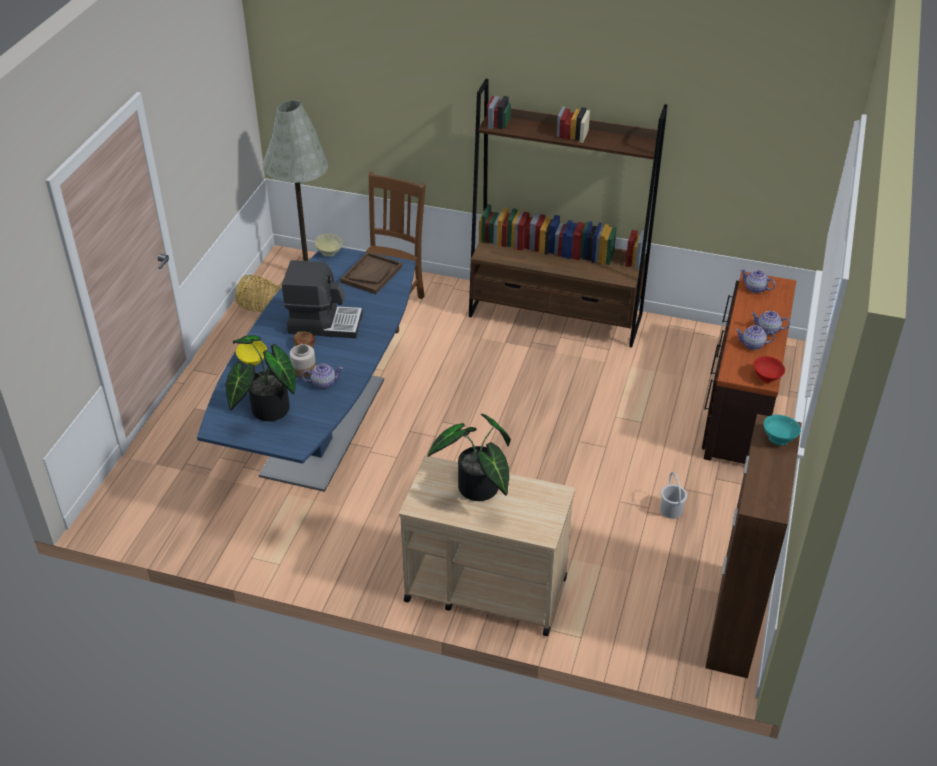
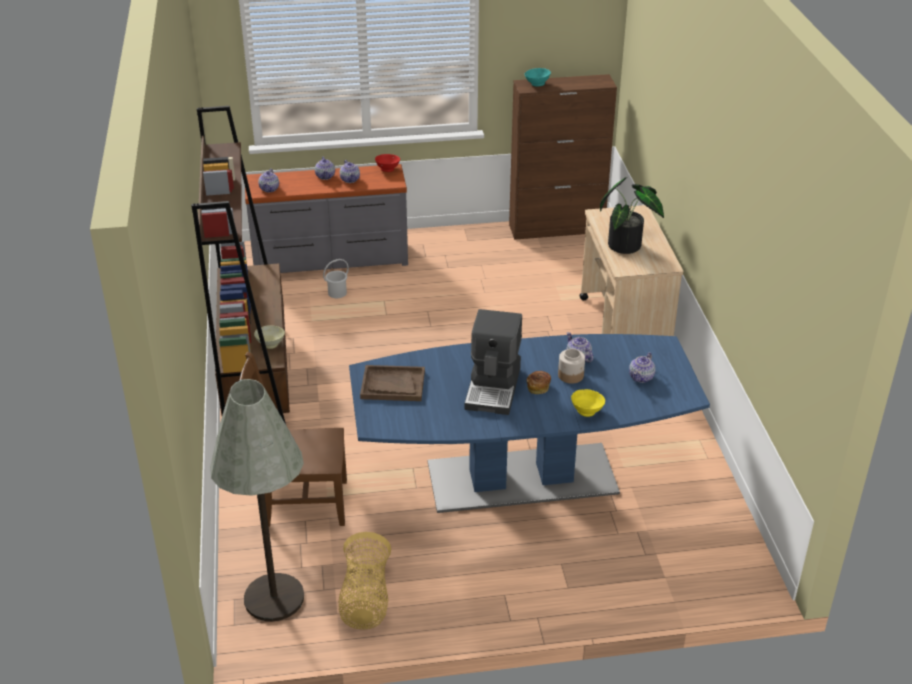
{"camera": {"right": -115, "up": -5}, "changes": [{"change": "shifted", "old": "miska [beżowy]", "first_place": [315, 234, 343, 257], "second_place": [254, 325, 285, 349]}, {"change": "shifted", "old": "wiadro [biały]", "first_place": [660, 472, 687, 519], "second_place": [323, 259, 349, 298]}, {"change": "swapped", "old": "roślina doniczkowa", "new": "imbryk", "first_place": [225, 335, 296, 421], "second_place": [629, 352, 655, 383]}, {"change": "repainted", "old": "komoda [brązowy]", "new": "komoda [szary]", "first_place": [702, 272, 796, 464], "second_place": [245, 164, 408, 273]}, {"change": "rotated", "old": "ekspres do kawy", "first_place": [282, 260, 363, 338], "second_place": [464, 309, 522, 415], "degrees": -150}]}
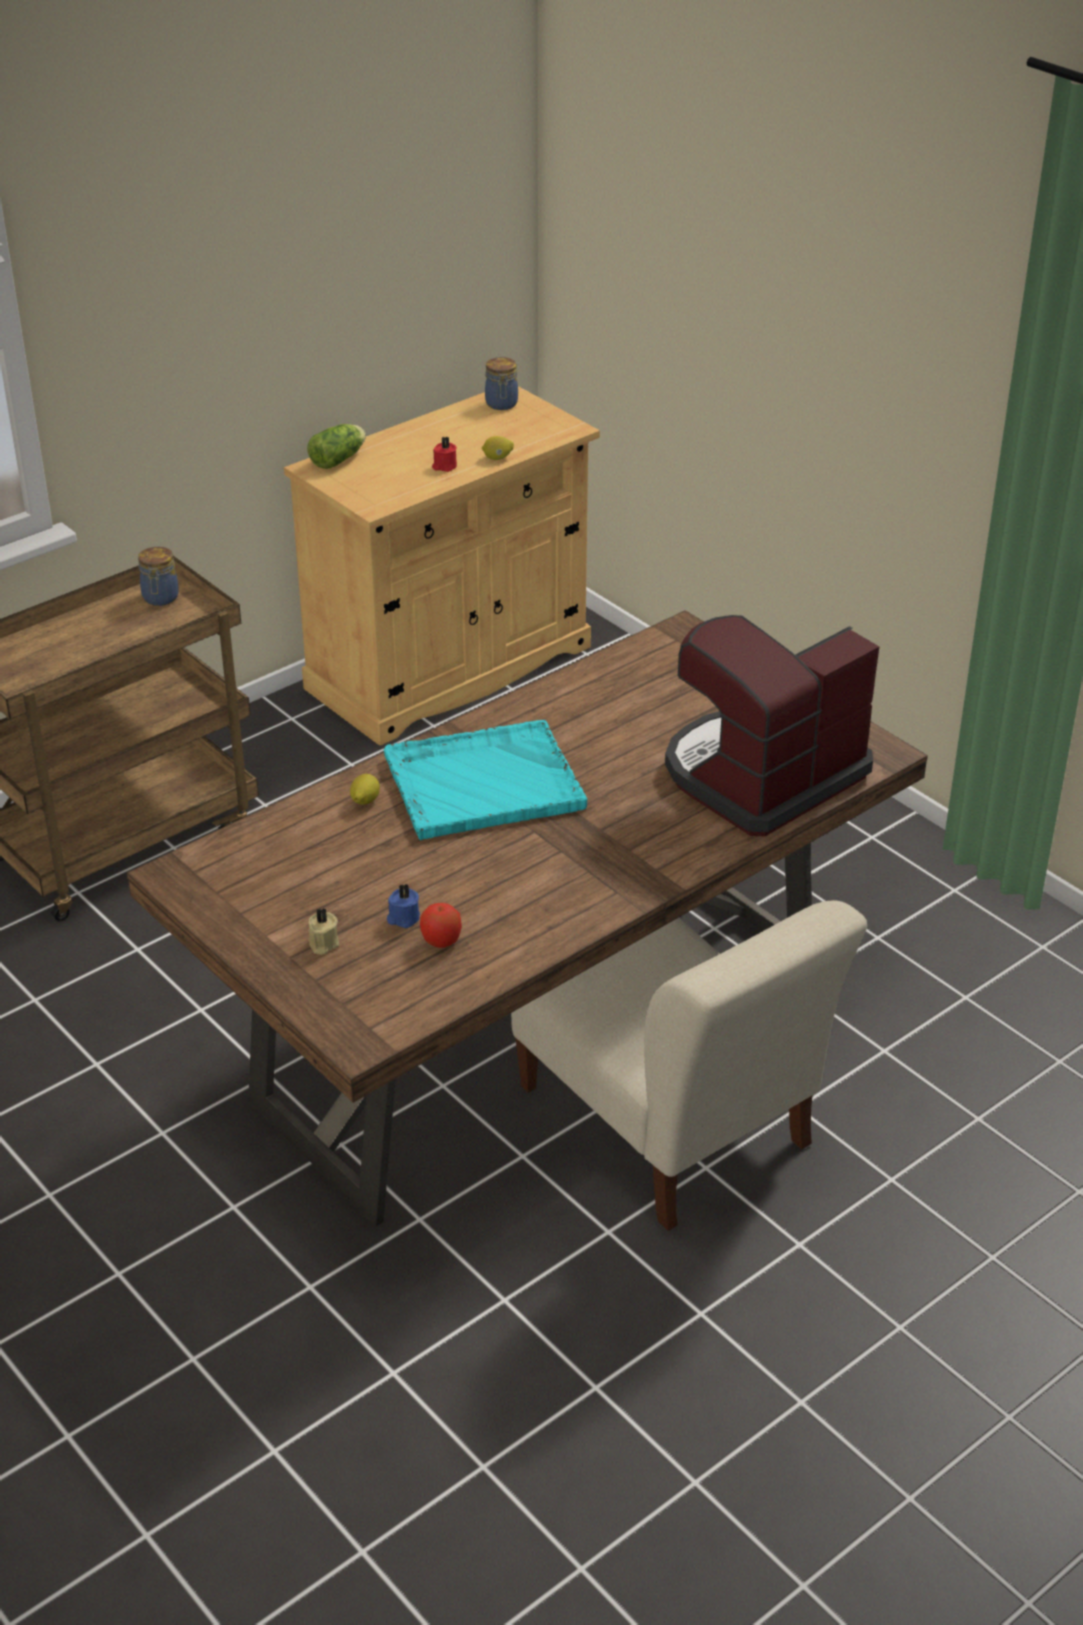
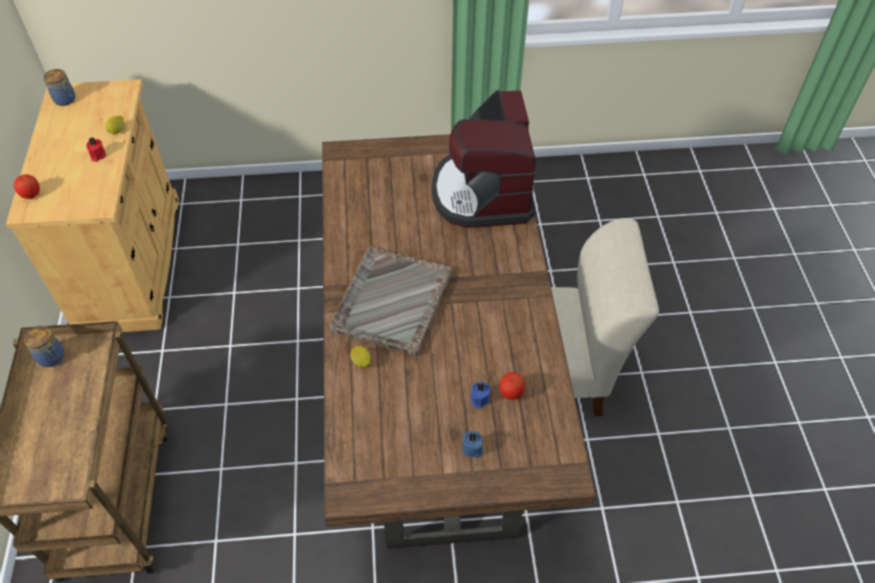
{"camera": {"right": -55, "up": 15}, "changes": [{"change": "swapped", "old": "sałata", "new": "jabłko", "first_place": [307, 424, 366, 469], "second_place": [13, 174, 40, 199]}, {"change": "repainted", "old": "świeca [beżowy]", "new": "świeca [niebieski]", "first_place": [308, 908, 339, 955], "second_place": [462, 431, 483, 458]}, {"change": "repainted", "old": "taca [turkusowy]", "new": "taca [szary]", "first_place": [384, 720, 587, 840], "second_place": [329, 246, 452, 356]}]}
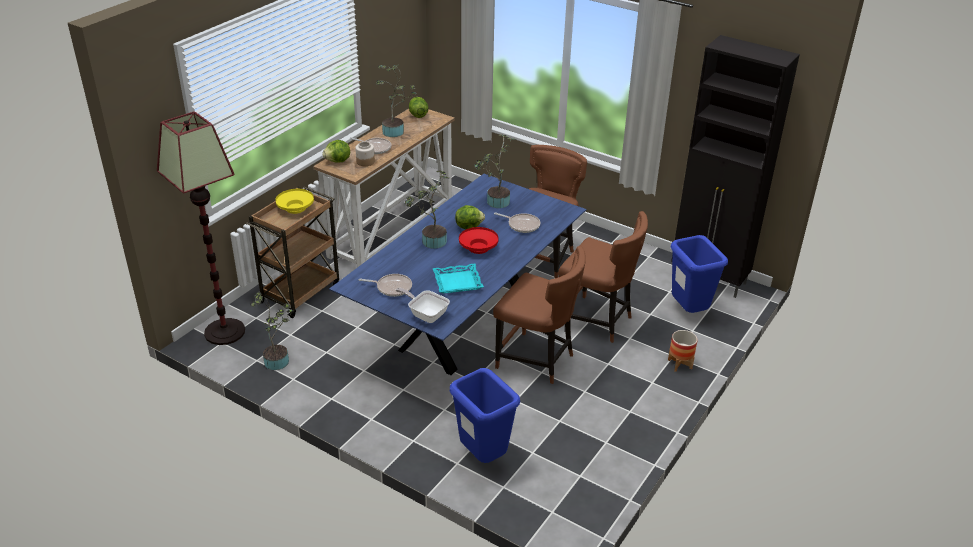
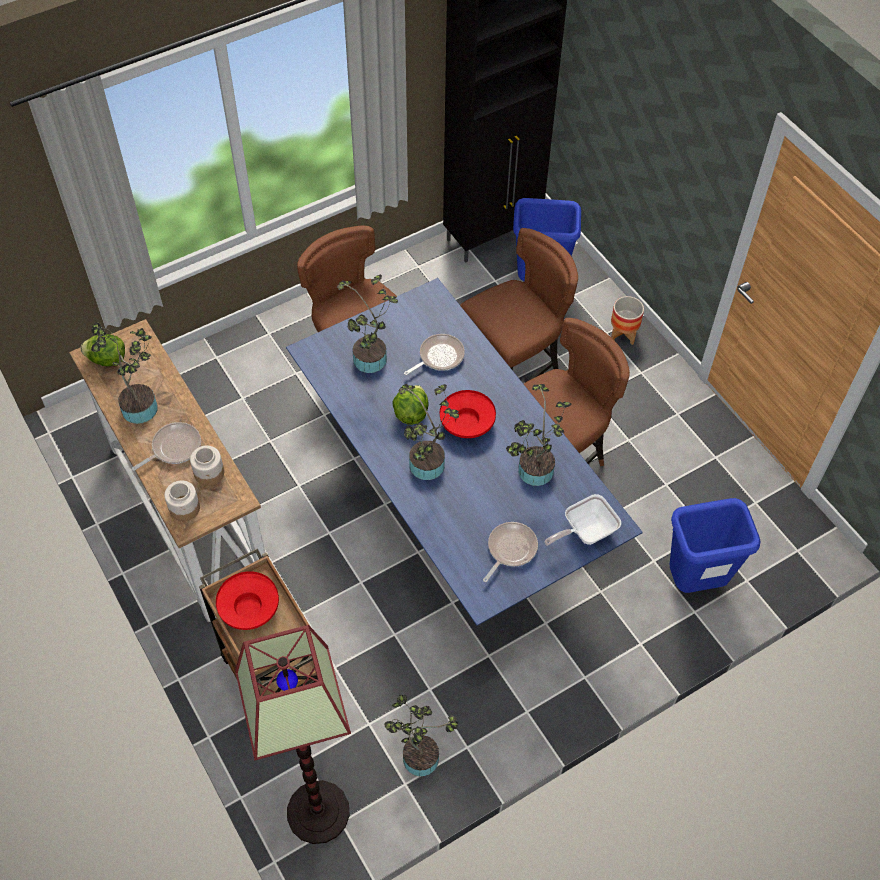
{"camera": {"right": -65, "up": 20}, "changes": [{"change": "swapped", "old": "sałata", "new": "słoik", "first_place": [322, 140, 350, 162], "second_place": [164, 480, 200, 521]}, {"change": "swapped", "old": "taca [turkusowy]", "new": "roślina doniczkowa", "first_place": [432, 264, 484, 293], "second_place": [506, 384, 571, 486]}, {"change": "repainted", "old": "miska [żółty]", "new": "miska [czerwony]", "first_place": [275, 189, 314, 214], "second_place": [216, 571, 279, 630]}]}
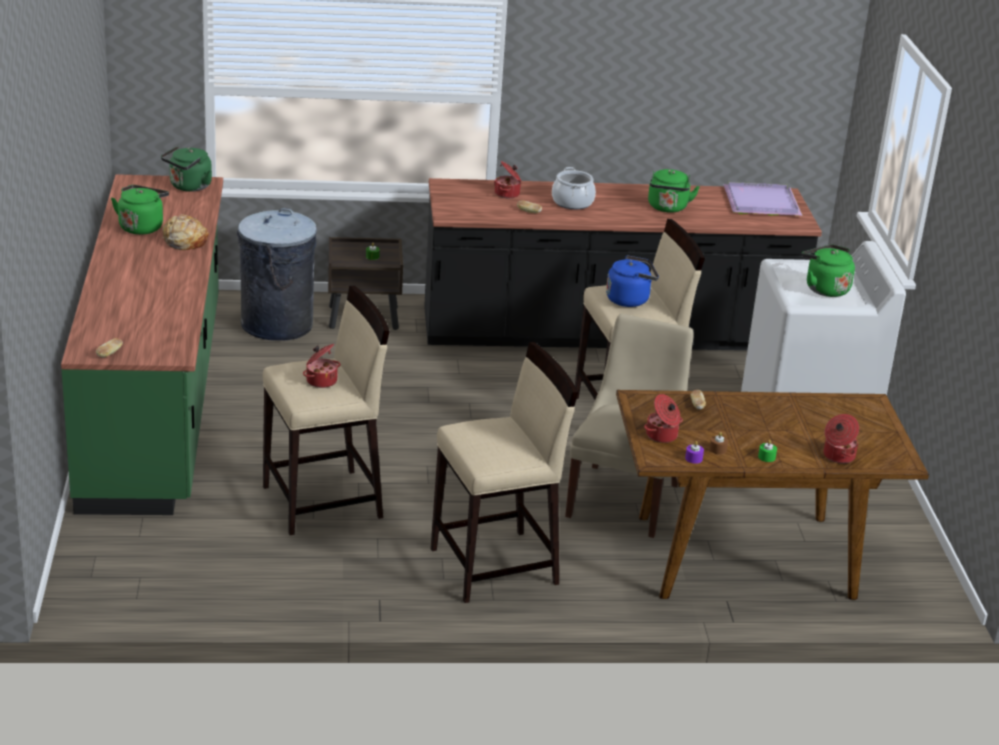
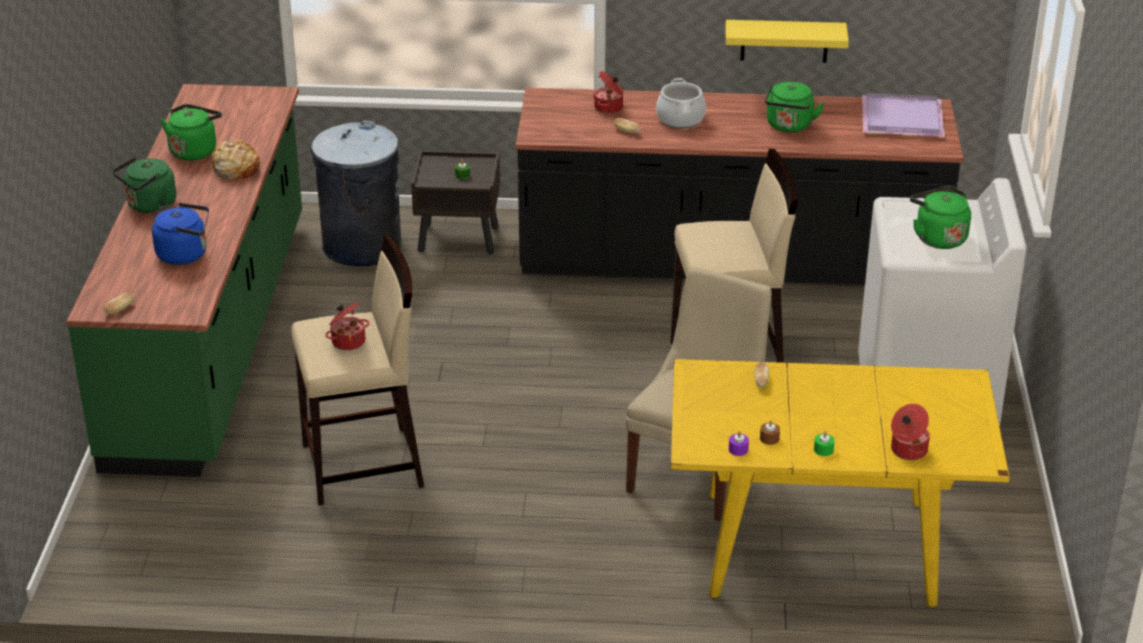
{"camera": {"right": 10, "up": 5}, "changes": [{"change": "gone", "old": "stołek [beżowy]", "first_place": [431, 342, 578, 603]}, {"change": "gone", "old": "garnek", "first_place": [644, 394, 683, 443]}, {"change": "new", "new": "półka [żółty]", "second_place": [726, 20, 849, 63]}, {"change": "shifted", "old": "czajnik [zielony]", "first_place": [161, 146, 212, 192], "second_place": [113, 157, 176, 213]}, {"change": "shifted", "old": "czajnik [niebieski]", "first_place": [606, 255, 659, 307], "second_place": [152, 203, 209, 265]}, {"change": "repainted", "old": "stół jadalny [brązowy]", "new": "stół jadalny [żółty]", "first_place": [616, 390, 929, 600], "second_place": [671, 359, 1010, 607]}]}
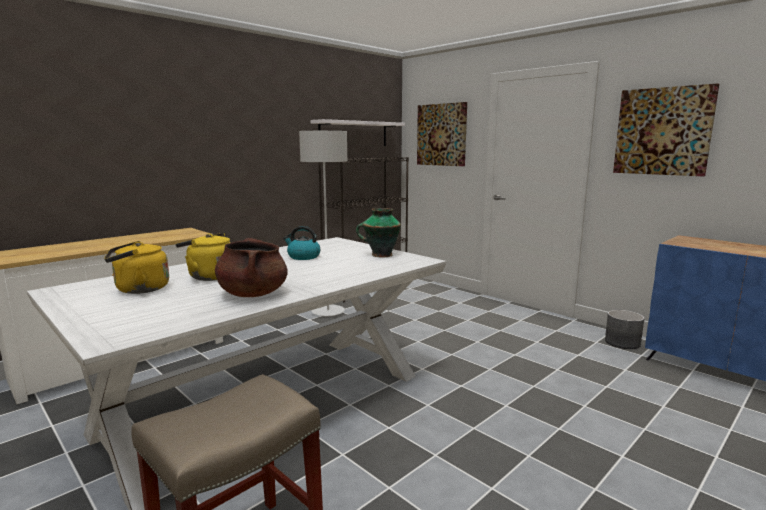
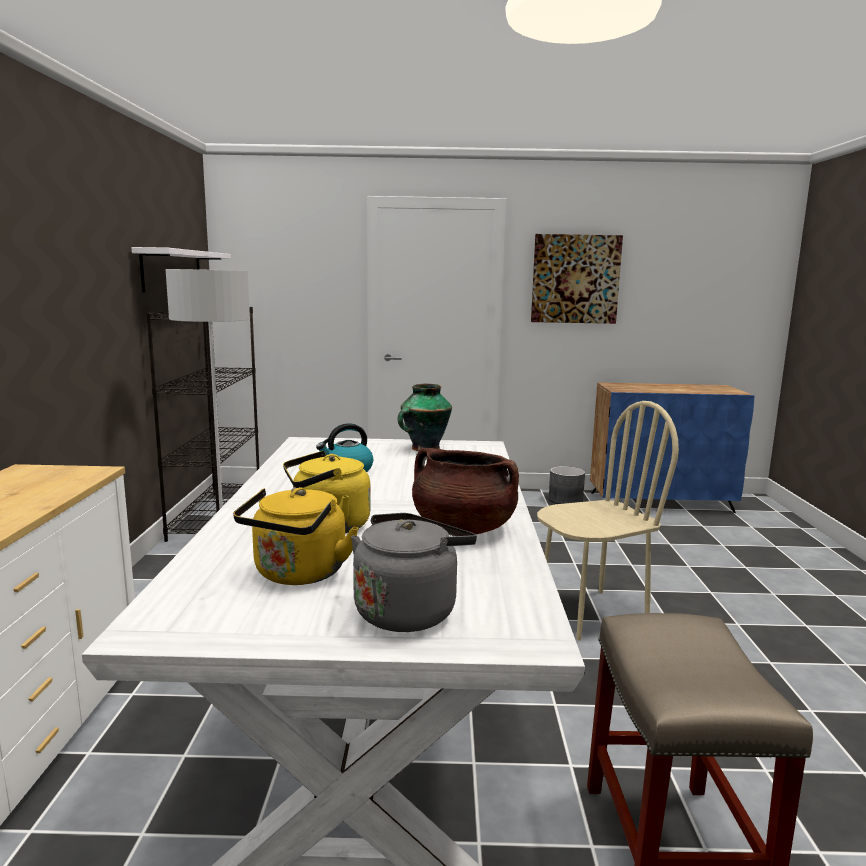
{"camera": {"right": -45, "up": 0}, "changes": [{"change": "gone", "old": "obraz", "first_place": [417, 102, 467, 166]}, {"change": "new", "new": "czajnik [szary]", "second_place": [351, 513, 477, 632]}, {"change": "new", "new": "krzesło [beżowy]", "second_place": [537, 401, 679, 641]}]}
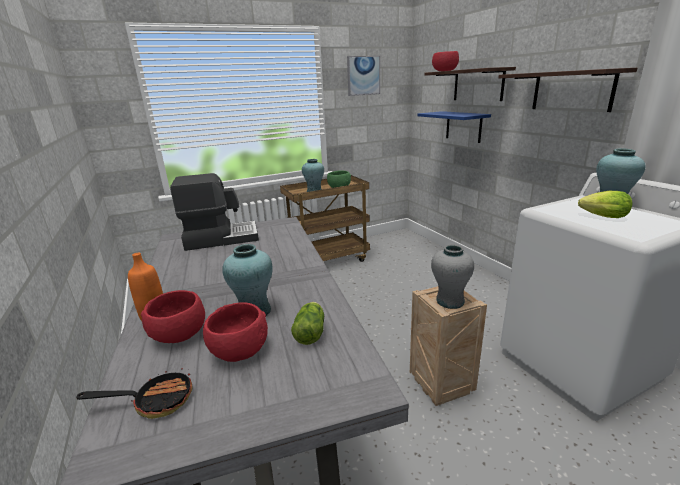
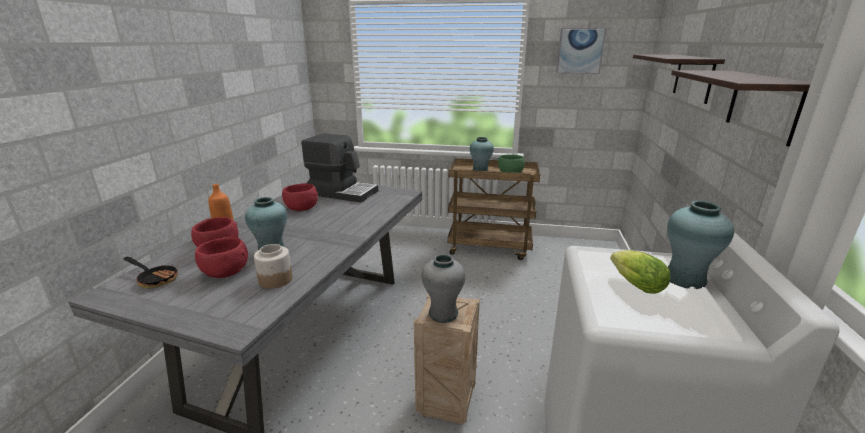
{"camera": {"right": 35, "up": 0}, "changes": [{"change": "gone", "old": "półka [niebieski]", "first_place": [417, 111, 491, 143]}, {"change": "shifted", "old": "miska [czerwony]", "first_place": [432, 51, 459, 71], "second_place": [282, 183, 318, 211]}, {"change": "swapped", "old": "sałata", "new": "słoik", "first_place": [291, 302, 324, 345], "second_place": [254, 244, 293, 289]}]}
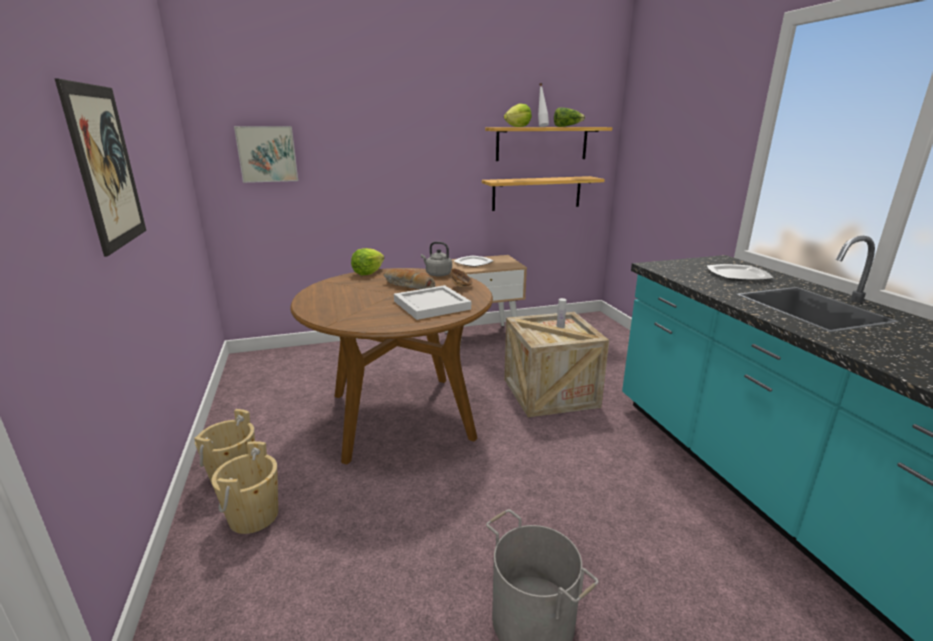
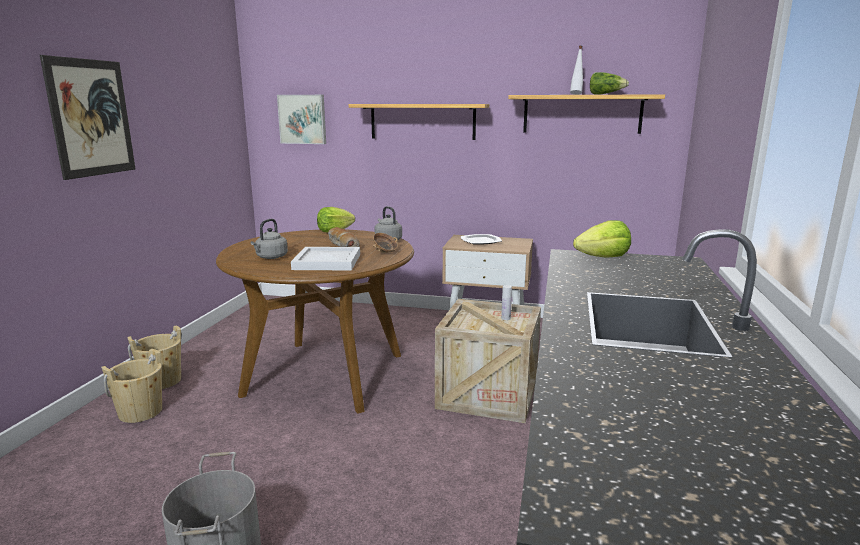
{"camera": {"right": 30, "up": -5}, "changes": [{"change": "gone", "old": "talerz", "first_place": [707, 264, 773, 281]}, {"change": "new", "new": "czajnik [szary]", "second_place": [251, 219, 288, 259]}, {"change": "shifted", "old": "półka", "first_place": [482, 176, 605, 211], "second_place": [349, 104, 489, 140]}, {"change": "shifted", "old": "sałata", "first_place": [504, 104, 532, 127], "second_place": [573, 220, 631, 257]}]}
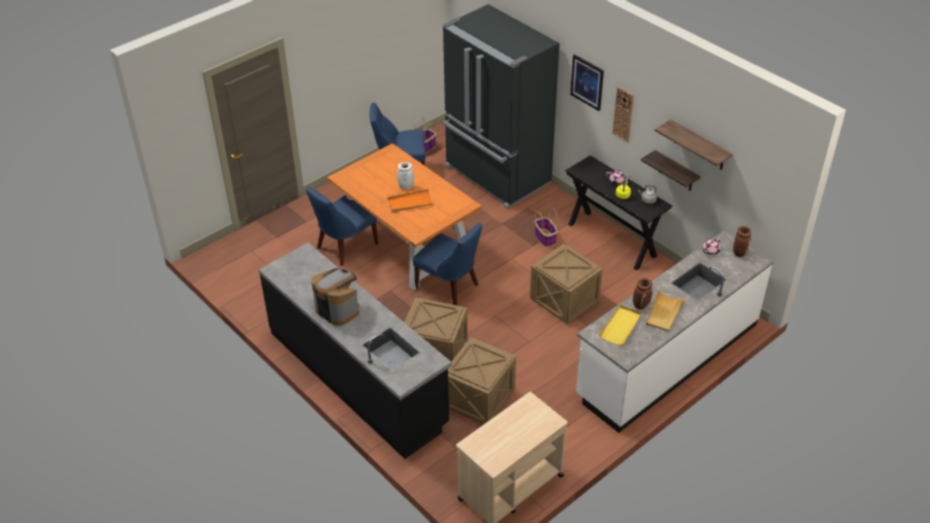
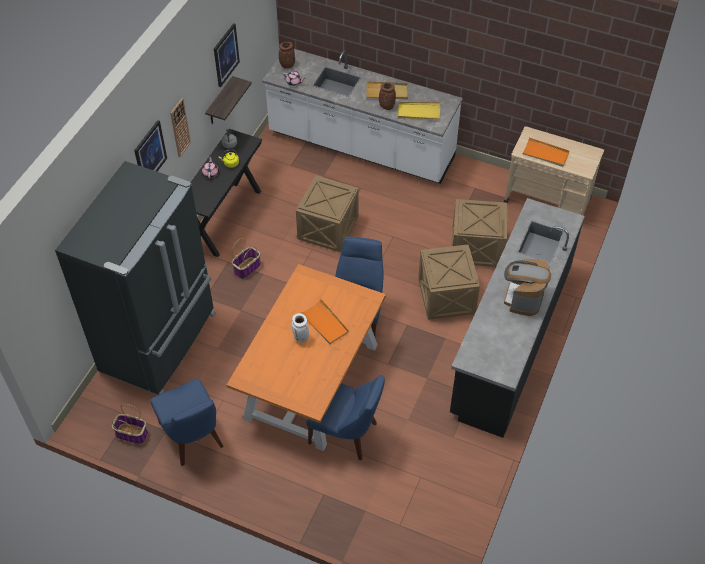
{"camera": {"right": -115, "up": 10}, "changes": [{"change": "new", "new": "taca [pomarańczowy]", "second_place": [522, 137, 569, 167]}, {"change": "swapped", "old": "półka", "new": "obraz", "first_place": [655, 119, 733, 170], "second_place": [214, 23, 240, 87]}]}
